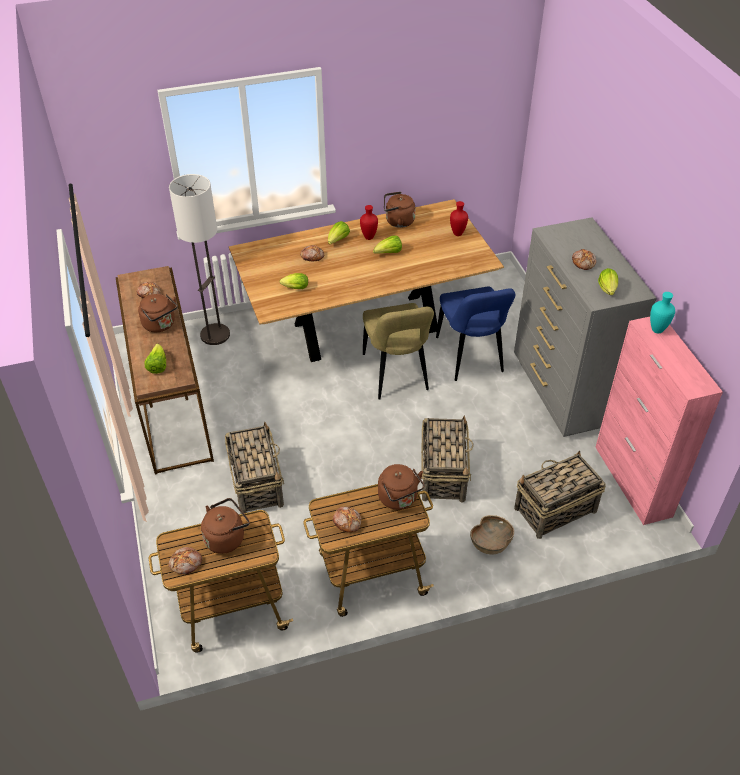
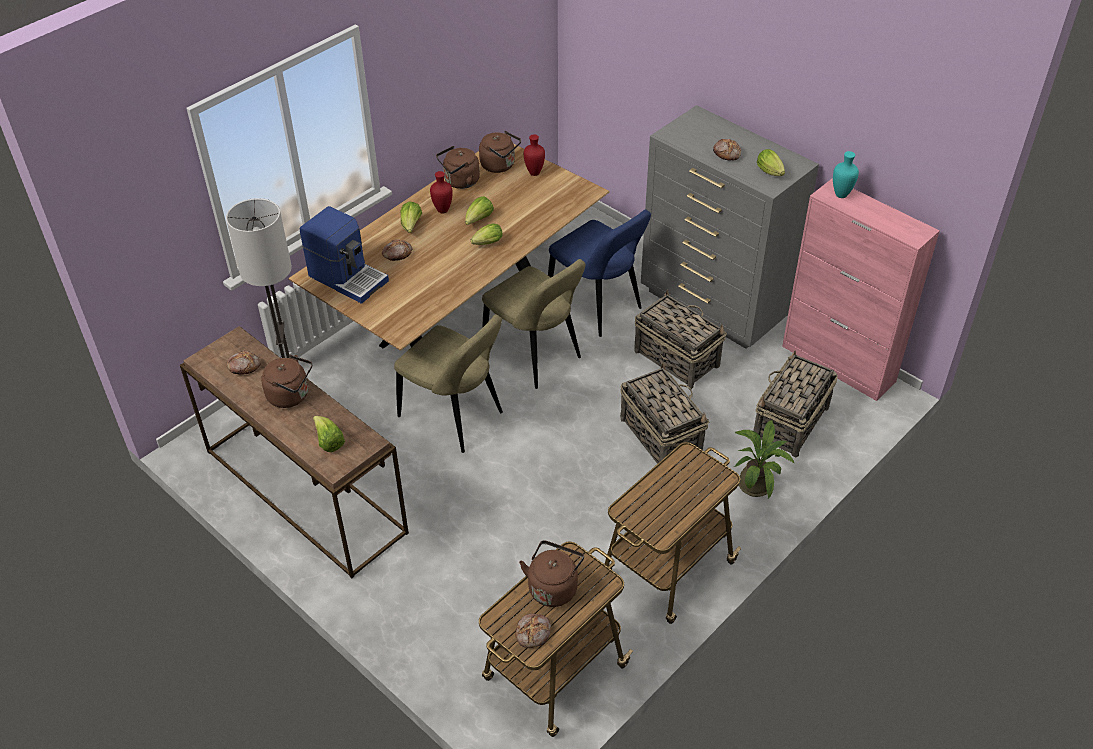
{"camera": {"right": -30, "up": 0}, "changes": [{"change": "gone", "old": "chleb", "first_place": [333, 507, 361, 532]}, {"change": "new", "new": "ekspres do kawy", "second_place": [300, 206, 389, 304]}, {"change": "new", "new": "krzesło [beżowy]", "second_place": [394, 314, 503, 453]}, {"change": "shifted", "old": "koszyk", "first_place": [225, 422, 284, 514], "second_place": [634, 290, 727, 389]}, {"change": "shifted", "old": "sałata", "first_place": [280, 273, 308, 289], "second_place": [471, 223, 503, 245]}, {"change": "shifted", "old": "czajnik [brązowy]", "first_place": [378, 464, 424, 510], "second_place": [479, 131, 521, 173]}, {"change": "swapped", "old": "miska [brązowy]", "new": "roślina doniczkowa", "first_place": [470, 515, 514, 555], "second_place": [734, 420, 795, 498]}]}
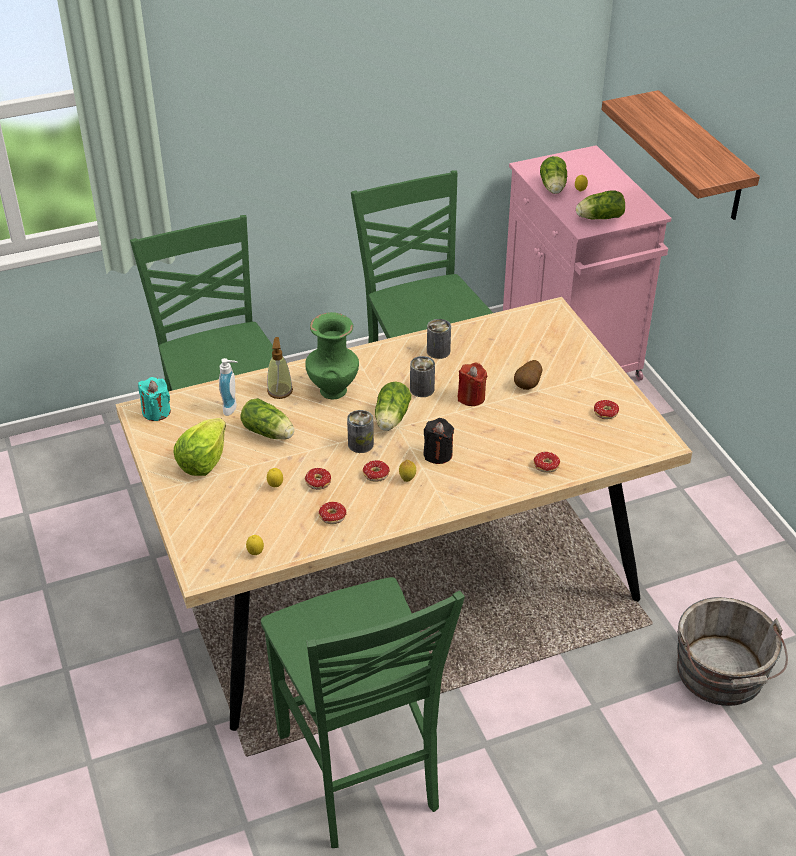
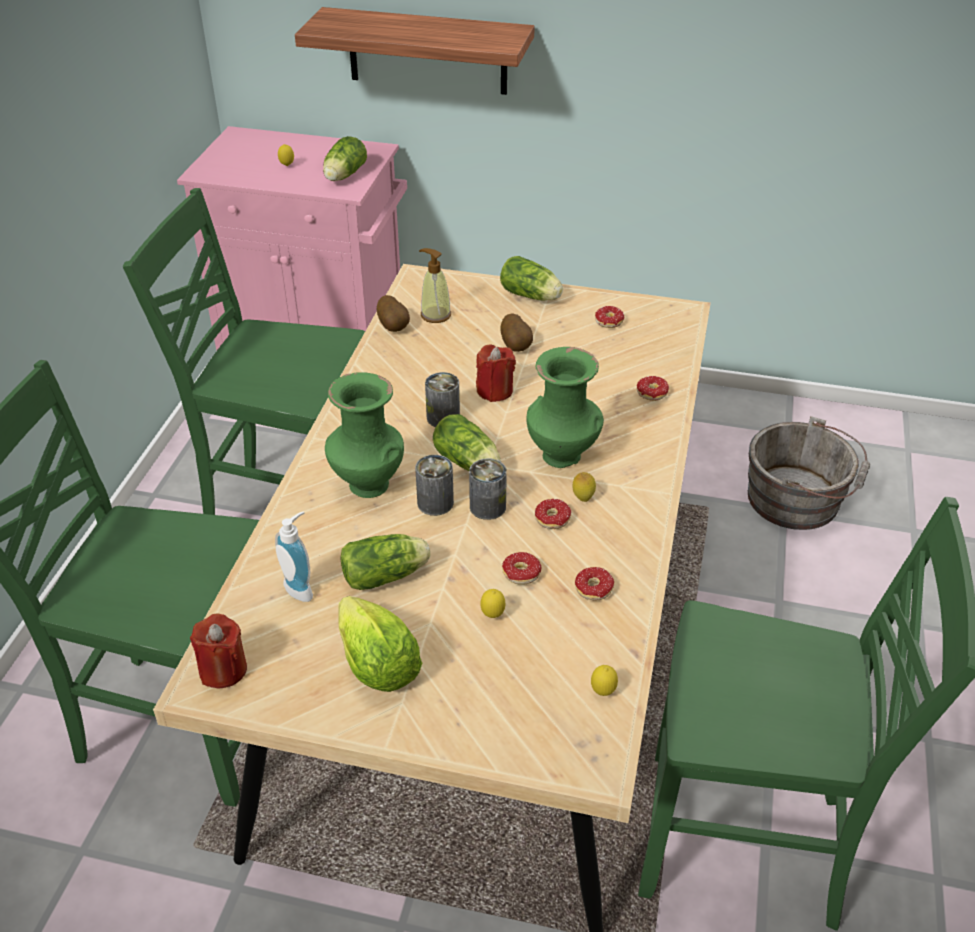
{"camera": {"right": -55, "up": 0}, "changes": [{"change": "new", "new": "ziemniak", "second_place": [377, 295, 410, 332]}, {"change": "shifted", "old": "dozownik mydła", "first_place": [267, 337, 293, 399], "second_place": [419, 248, 451, 323]}, {"change": "shifted", "old": "puszka", "first_place": [427, 319, 451, 359], "second_place": [415, 455, 454, 516]}, {"change": "shifted", "old": "sałata", "first_place": [540, 156, 567, 194], "second_place": [500, 256, 563, 301]}, {"change": "swapped", "old": "świeca [czarny]", "new": "wazon [zielony]", "first_place": [423, 418, 454, 464], "second_place": [527, 347, 604, 468]}, {"change": "repainted", "old": "świeca [turkusowy]", "new": "świeca [czerwony]", "first_place": [138, 377, 171, 421], "second_place": [190, 613, 247, 688]}]}
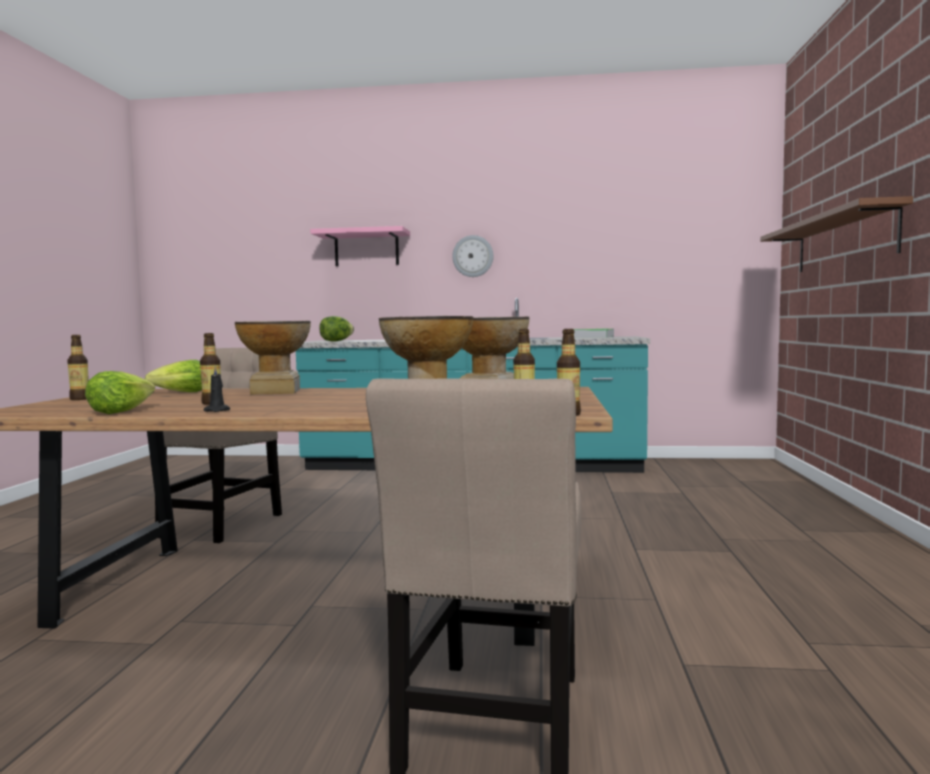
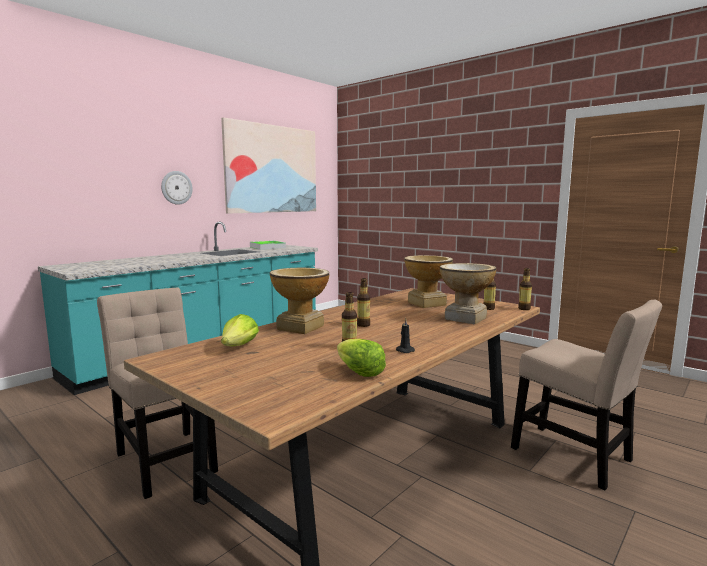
{"camera": {"right": -55, "up": 5}, "changes": [{"change": "gone", "old": "półka [różowy]", "first_place": [310, 226, 410, 266]}, {"change": "gone", "old": "sałata", "first_place": [319, 316, 354, 342]}, {"change": "gone", "old": "półka [brązowy]", "first_place": [760, 196, 913, 272]}, {"change": "new", "new": "obraz", "second_place": [221, 117, 316, 213]}, {"change": "shifted", "old": "butelka", "first_place": [67, 335, 89, 400], "second_place": [357, 278, 370, 327]}]}
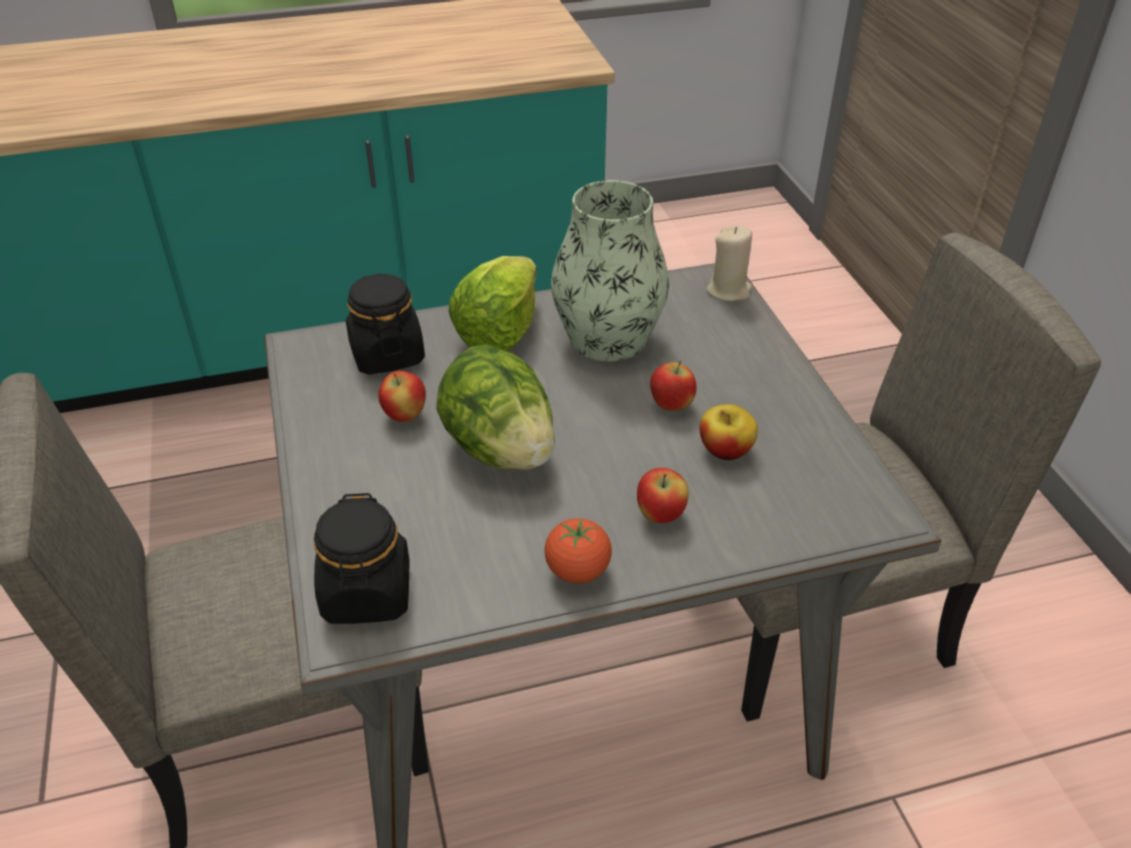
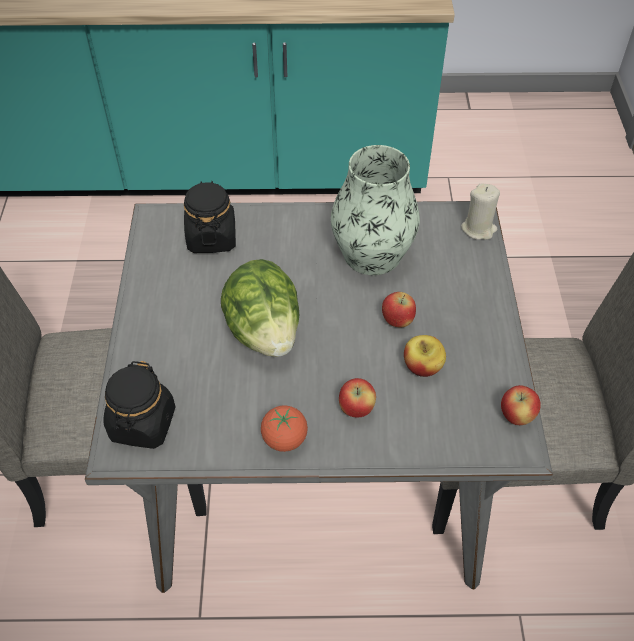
{"camera": {"right": 15, "up": 10}, "changes": [{"change": "gone", "old": "sałata", "first_place": [448, 256, 537, 351]}, {"change": "shifted", "old": "jabłko", "first_place": [378, 371, 426, 422], "second_place": [501, 385, 541, 425]}]}
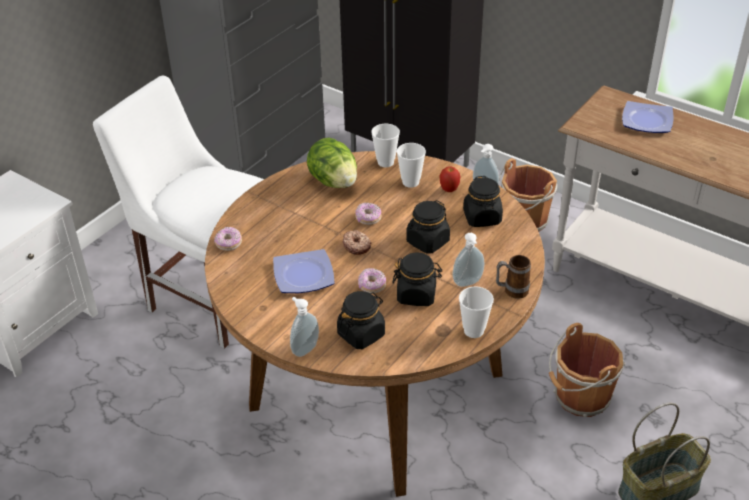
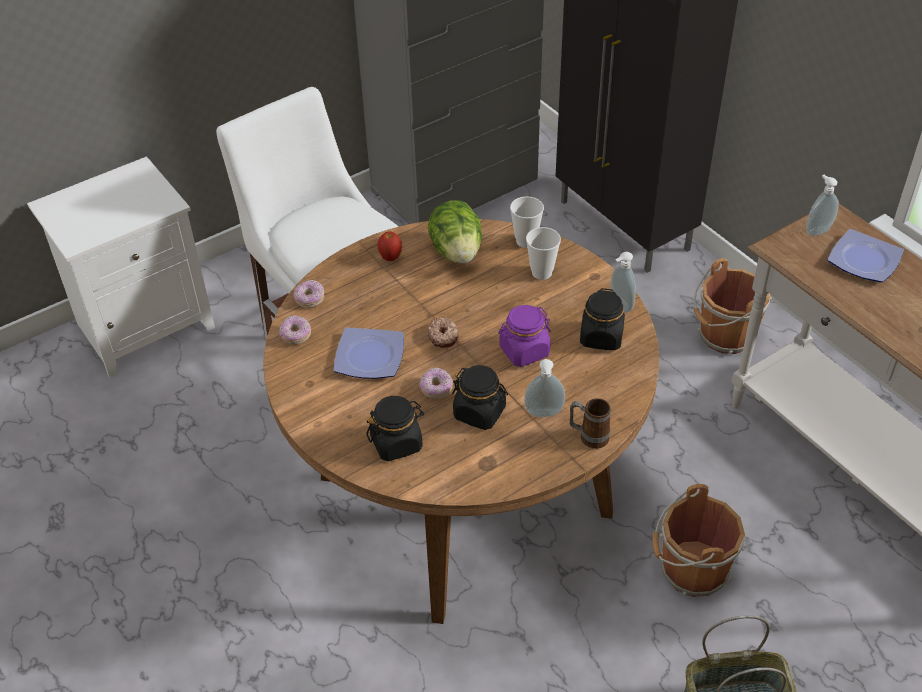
{"camera": {"right": 20, "up": 5}, "changes": [{"change": "gone", "old": "filiżanka", "first_place": [459, 286, 494, 338]}, {"change": "shifted", "old": "dozownik mydła", "first_place": [290, 297, 319, 357], "second_place": [806, 174, 839, 236]}, {"change": "shifted", "old": "donut", "first_place": [355, 202, 381, 225], "second_place": [279, 315, 311, 344]}, {"change": "shifted", "old": "jabłko", "first_place": [440, 166, 460, 192], "second_place": [377, 231, 402, 261]}, {"change": "repainted", "old": "słoik [czarny]", "new": "słoik [fioletowy]", "first_place": [406, 200, 450, 253], "second_place": [498, 305, 551, 367]}]}
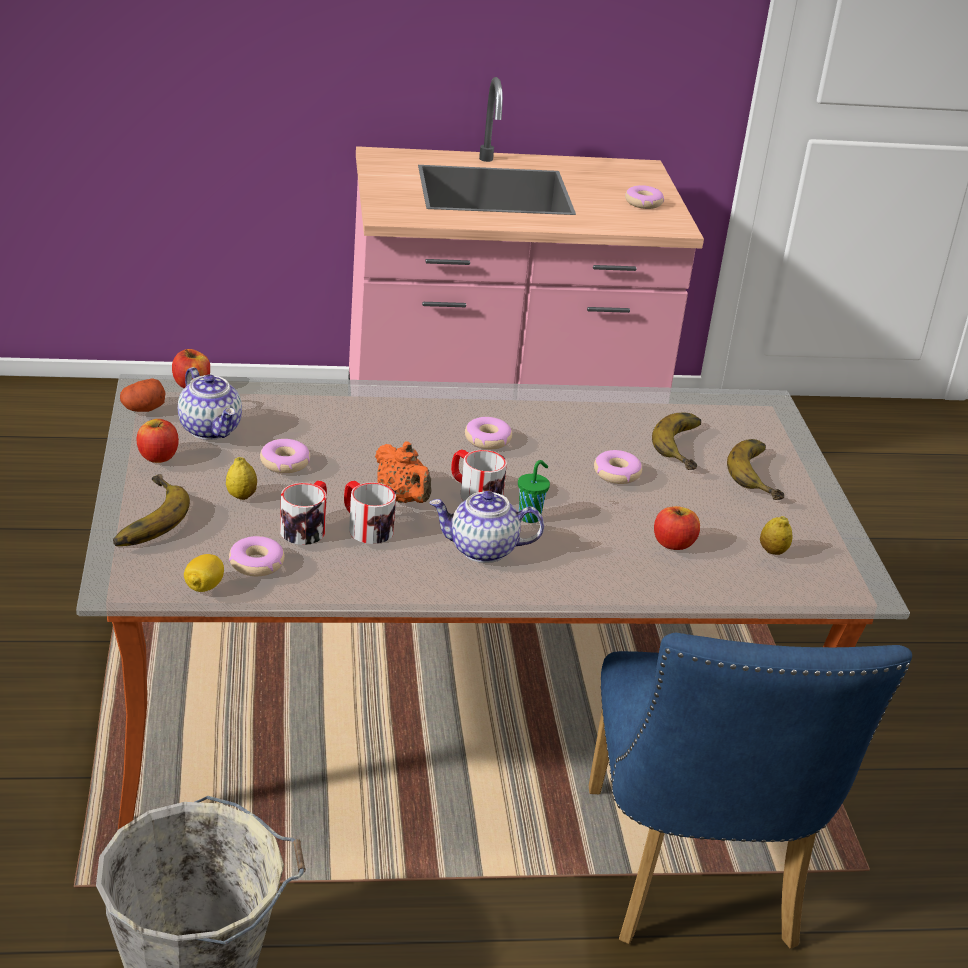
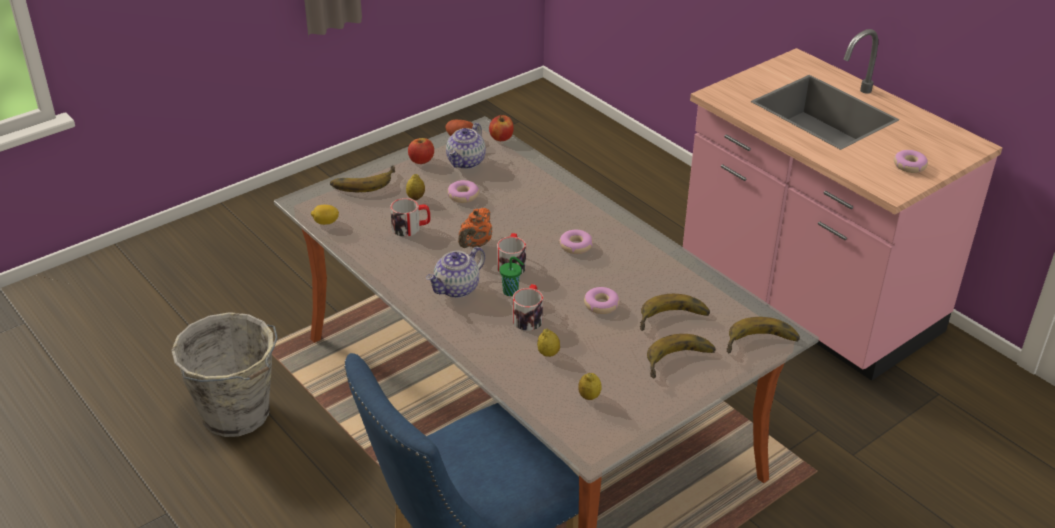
{"camera": {"right": 60, "up": 5}, "changes": [{"change": "gone", "old": "donut", "first_place": [229, 536, 285, 576]}, {"change": "new", "new": "banan", "second_place": [727, 317, 800, 353]}, {"change": "shifted", "old": "kubek", "first_place": [344, 481, 396, 544], "second_place": [512, 284, 543, 331]}, {"change": "swapped", "old": "jabłko", "new": "cytryna", "first_place": [654, 506, 700, 550], "second_place": [537, 329, 560, 357]}, {"change": "rotated", "old": "imbryk", "first_place": [430, 491, 544, 563], "second_place": [426, 247, 485, 298], "degrees": -105}]}
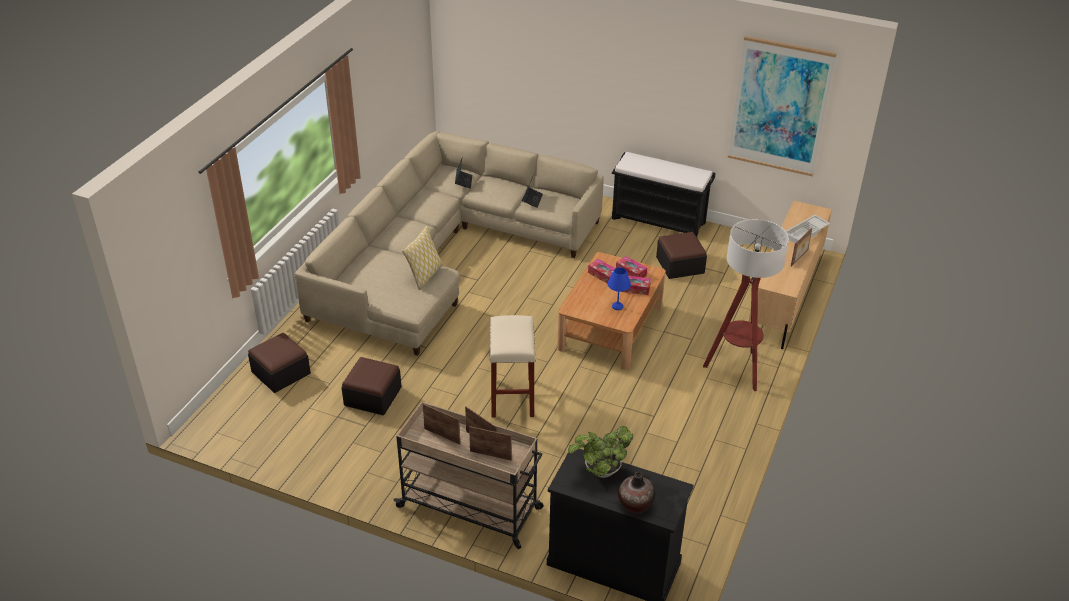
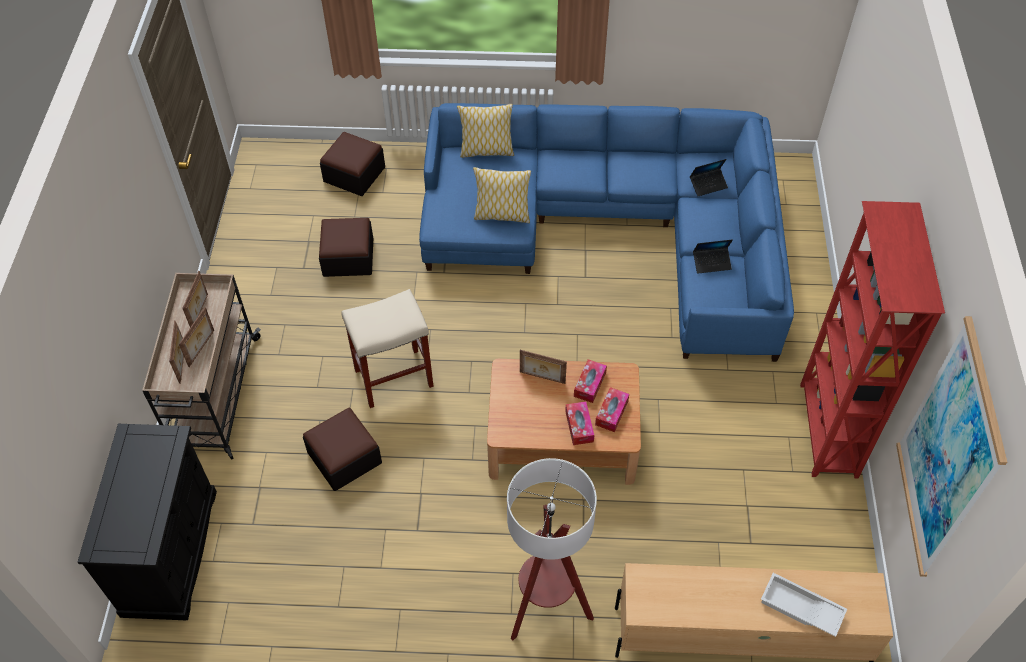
{"camera": {"right": 70, "up": 15}, "changes": [{"change": "gone", "old": "roślina doniczkowa", "first_place": [568, 426, 633, 478]}, {"change": "gone", "old": "lampa stołowa [niebieski]", "first_place": [608, 267, 631, 310]}, {"change": "gone", "old": "wazon", "first_place": [618, 472, 656, 513]}, {"change": "new", "new": "poduszka", "second_place": [457, 104, 514, 158]}, {"change": "shifted", "old": "pufa", "first_place": [656, 232, 707, 279], "second_place": [303, 408, 382, 491]}, {"change": "shifted", "old": "ramka na zdjęcie", "first_place": [791, 228, 812, 267], "second_place": [520, 350, 567, 384]}, {"change": "swapped", "old": "ławka [czarny]", "new": "regał [czerwony]", "first_place": [612, 152, 715, 237], "second_place": [800, 201, 945, 479]}, {"change": "repainted", "old": "kanapa [beżowy]", "new": "kanapa [niebieski]", "first_place": [295, 131, 604, 356], "second_place": [419, 103, 794, 362]}]}
